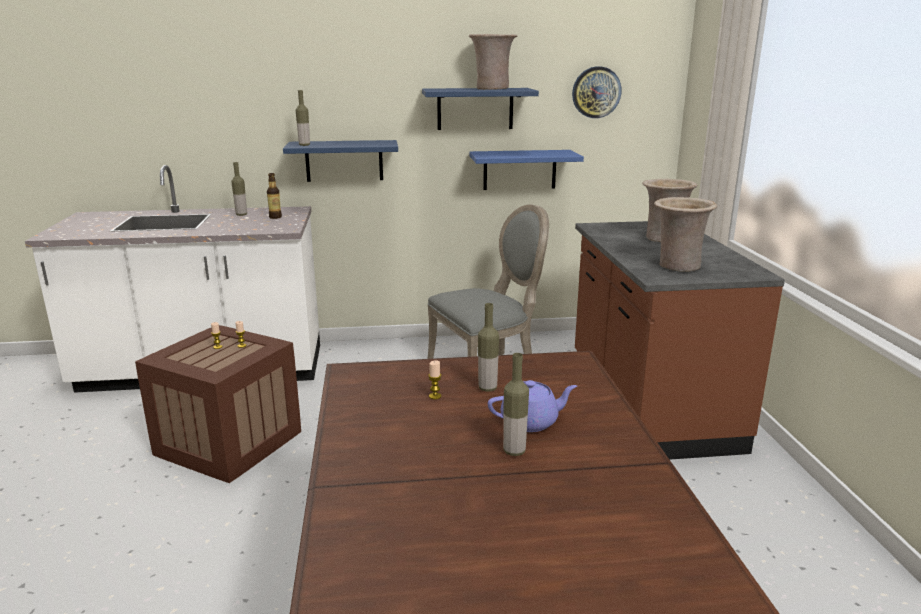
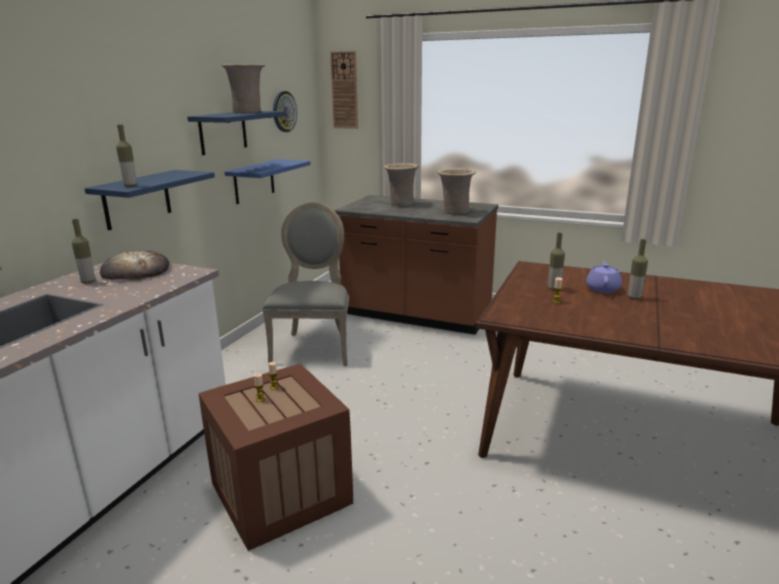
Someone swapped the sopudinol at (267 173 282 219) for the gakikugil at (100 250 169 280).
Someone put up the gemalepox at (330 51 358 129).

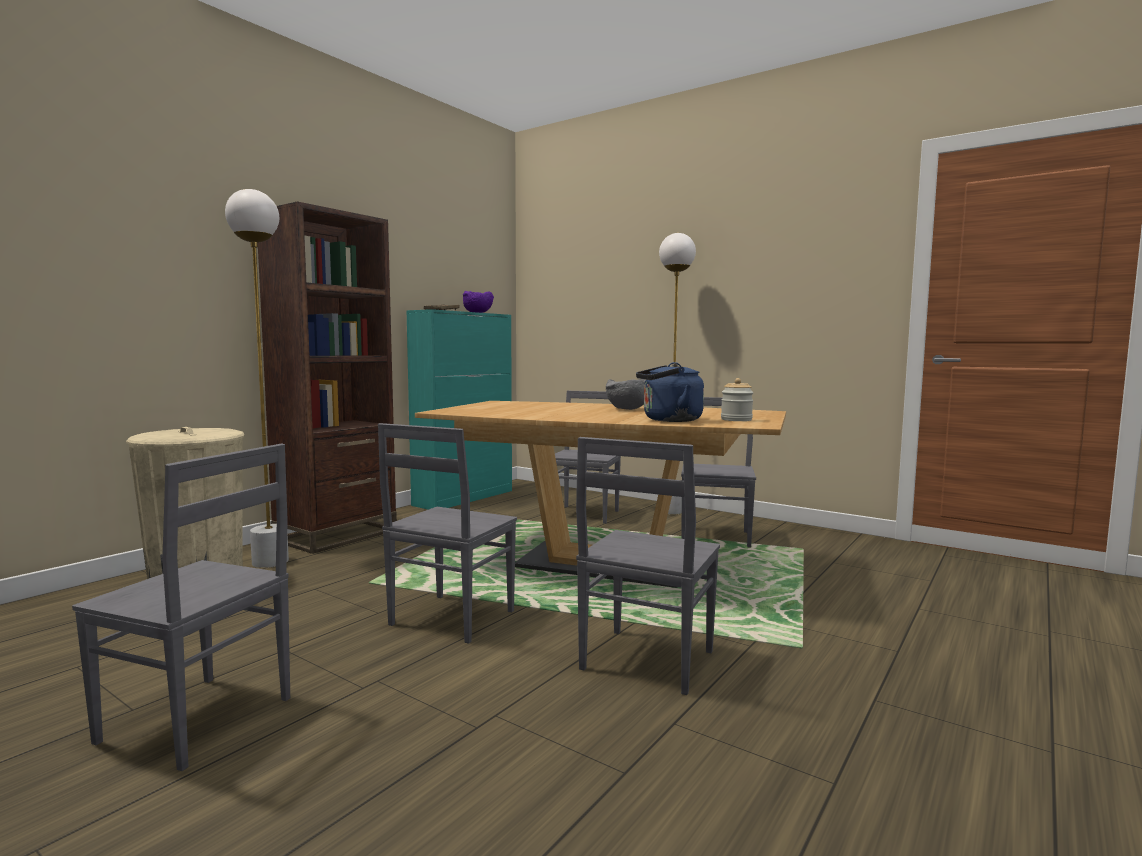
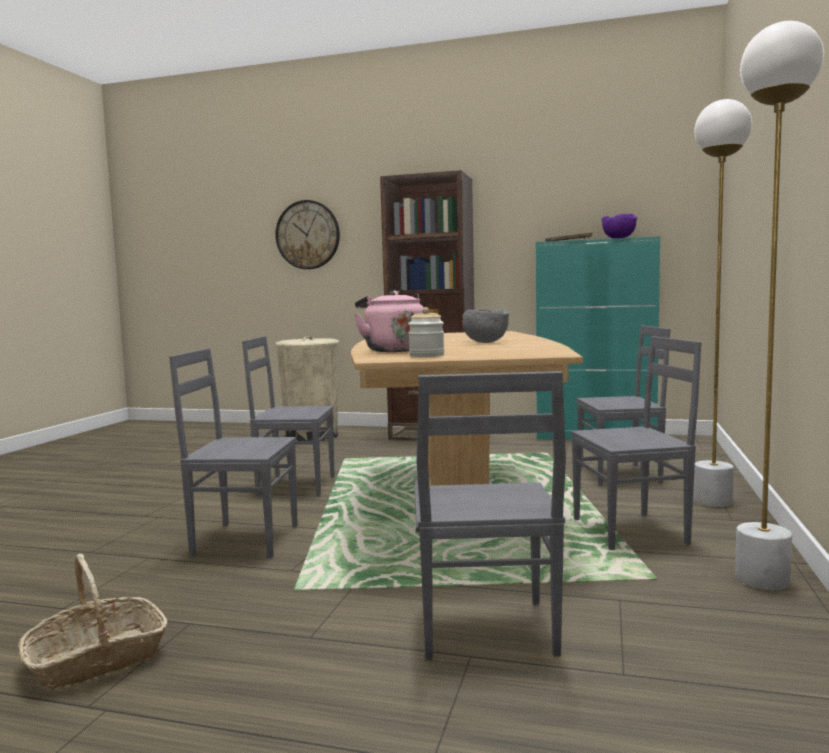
Someone put down the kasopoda at (18 554 168 690).
Someone put up the gemalepox at (275 200 340 269).
Someone repainted the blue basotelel at (636 362 704 422), which became the pink basotelel at (354 290 424 352).
Someone carried the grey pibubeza from (72 444 290 771) to (416 371 566 660).
Someone carried the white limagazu from (225 189 289 568) to (735 21 824 591).

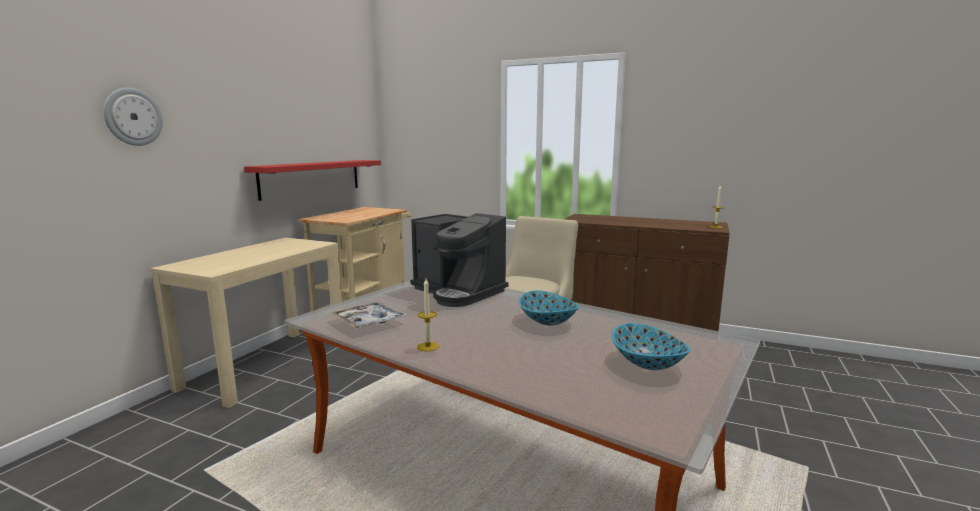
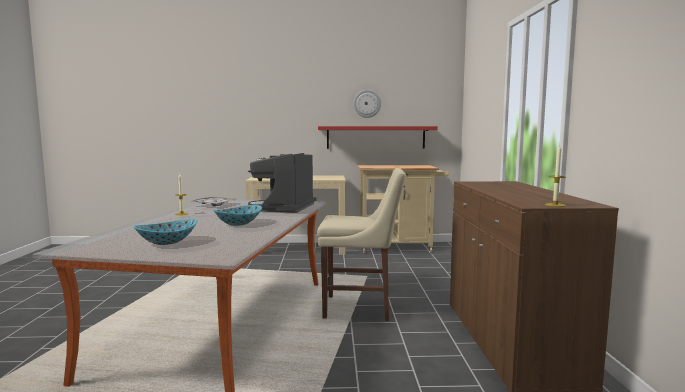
Someone carried the gemalepox from (103 88 163 146) to (353 89 381 118).

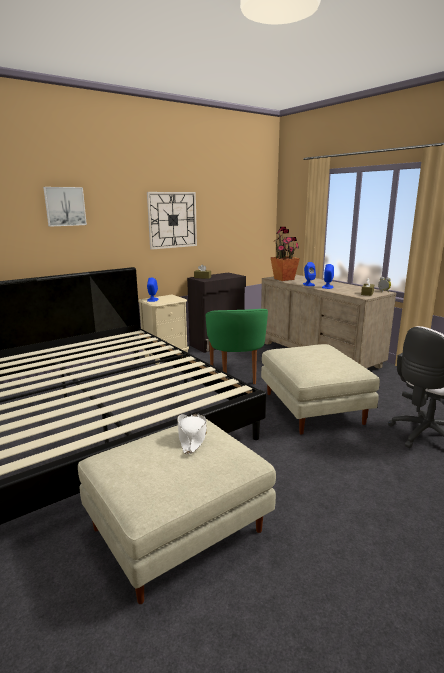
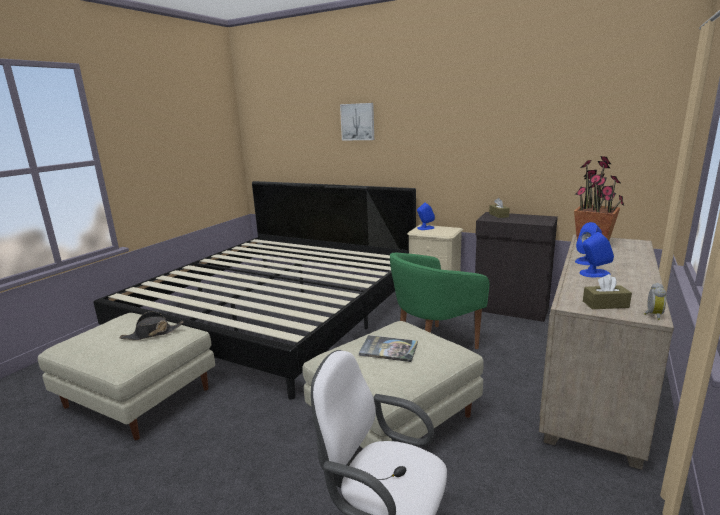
Someone repainted the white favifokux at (177 414 207 454), which became the black favifokux at (120 311 183 340).
Someone put down the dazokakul at (359 335 418 362).
Someone took away the gemalepox at (147 192 197 250).

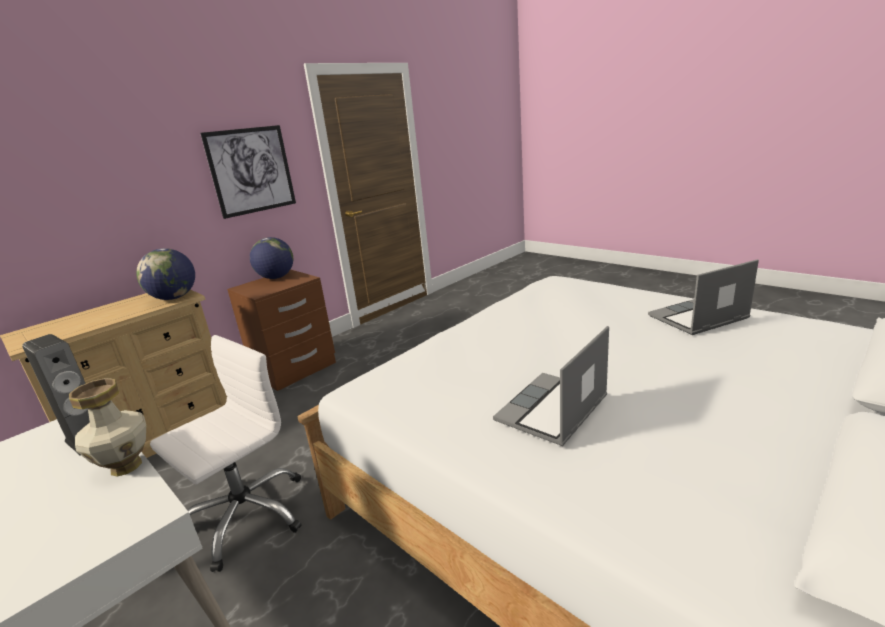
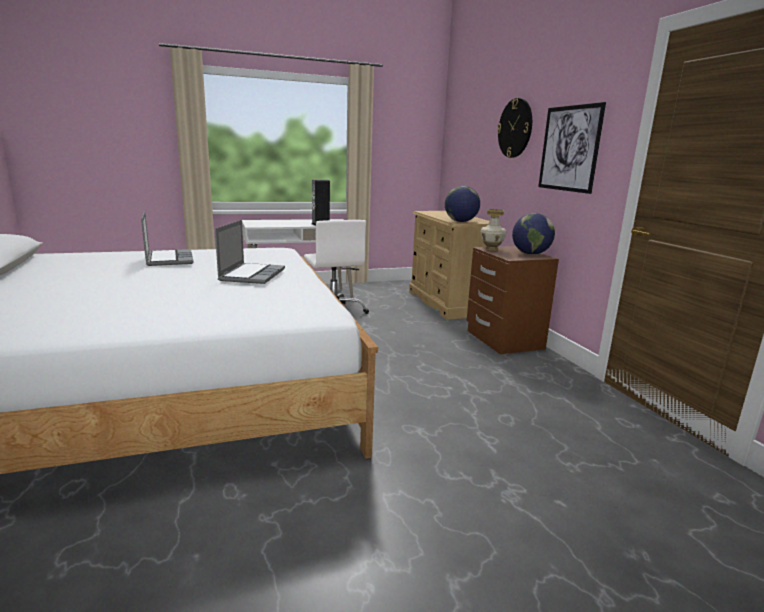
Someone carried the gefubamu from (648 259 759 335) to (215 220 285 284).
Someone carried the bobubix from (69 378 146 477) to (481 209 507 251).
Someone put up the gemalepox at (497 98 532 158).

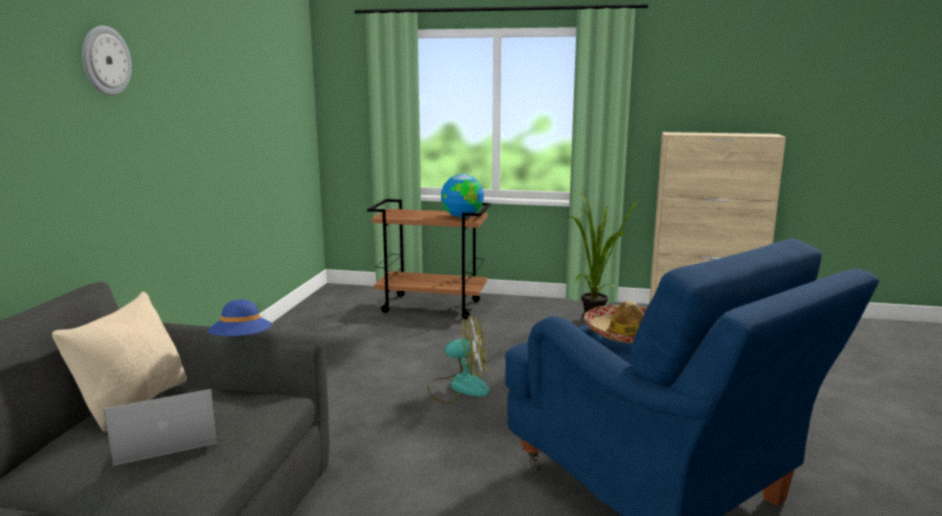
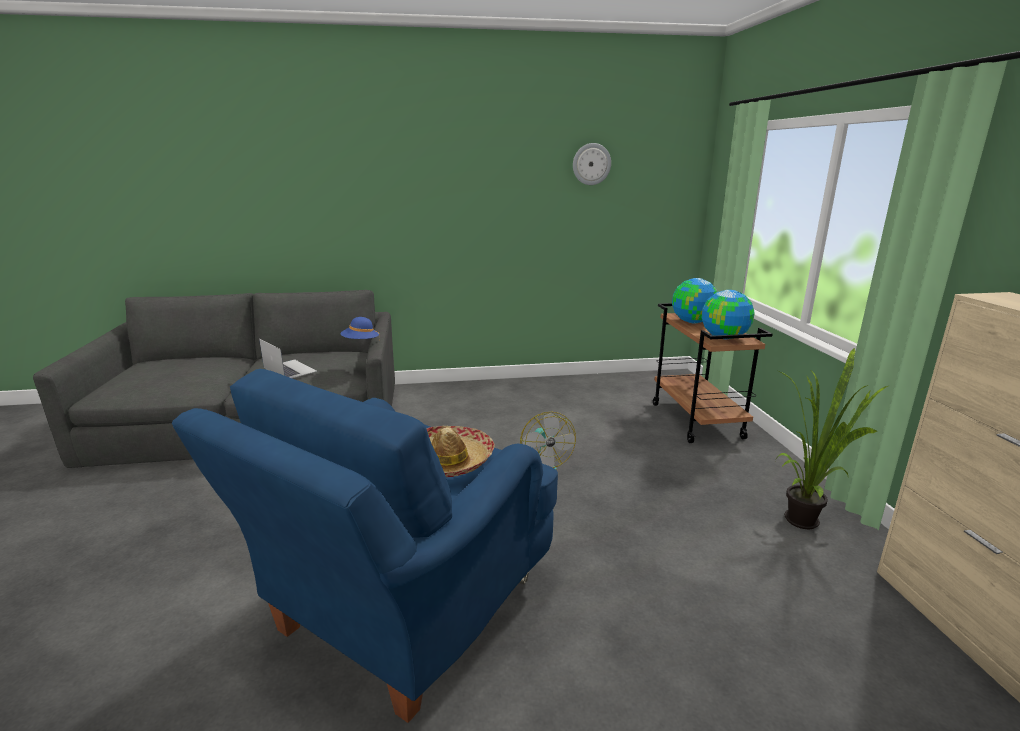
Someone carried the gemalepox from (82 26 132 95) to (573 143 611 185).
Someone put down the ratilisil at (672 278 717 323).
Someone took away the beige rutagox at (52 291 187 432).

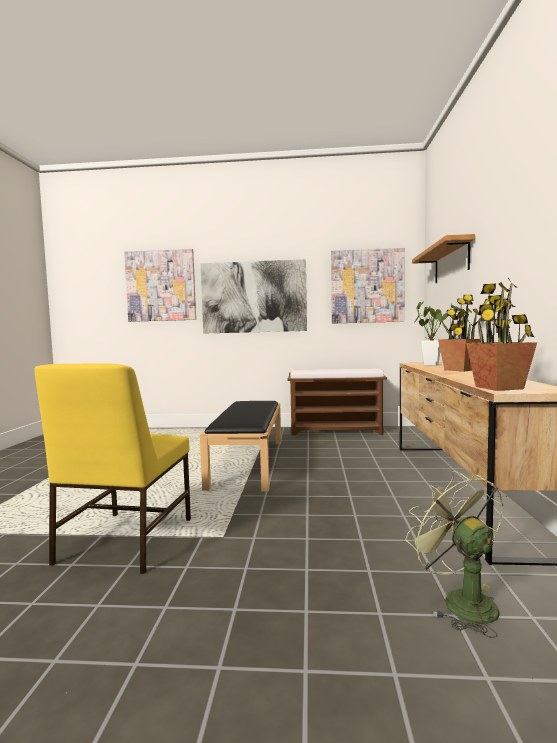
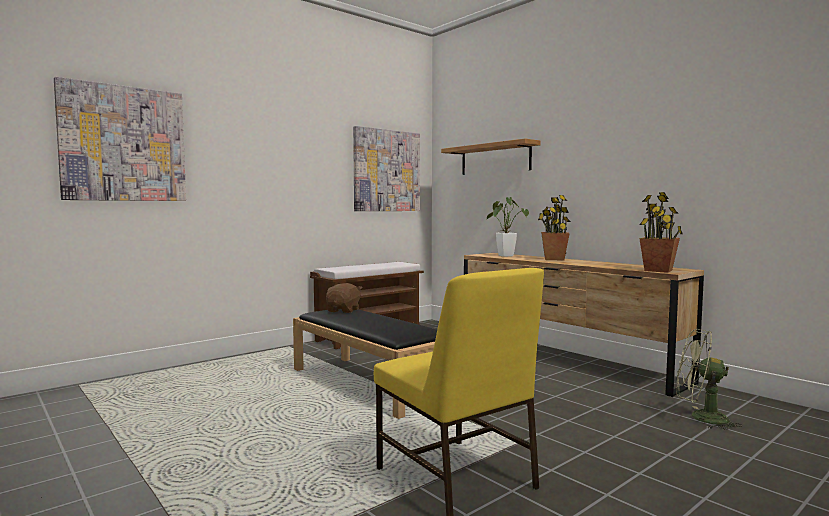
Someone put down the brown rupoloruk at (326 283 362 313).
Someone took away the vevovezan at (200 259 307 334).

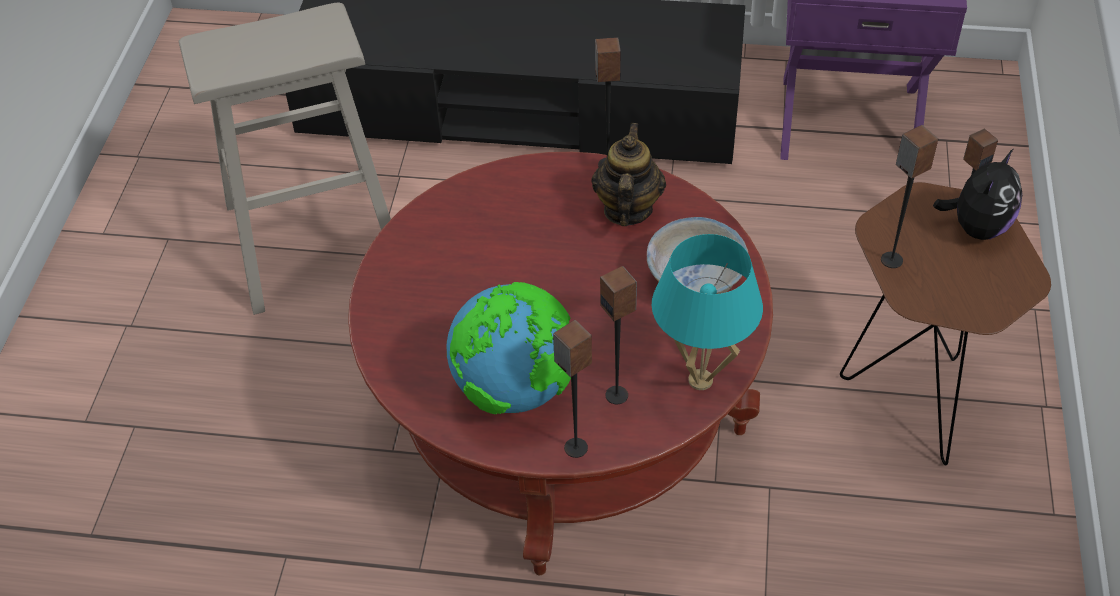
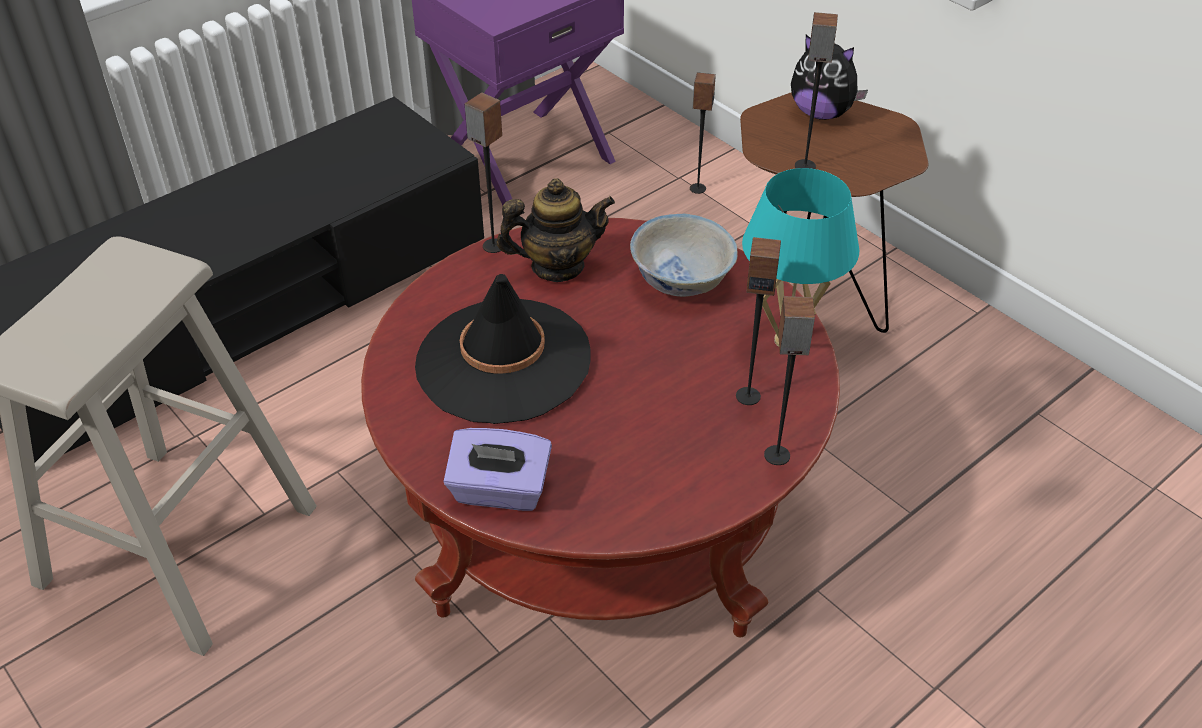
Someone put down the black favifokux at (415 274 591 424).
Someone put down the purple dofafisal at (443 428 552 511).
Someone rotated the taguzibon at (591 123 666 226) by 120 degrees clockwise.
Someone rotated the rupoloruk at (933 149 1023 240) by 135 degrees clockwise.
Someone took away the ratilisil at (447 282 571 414).

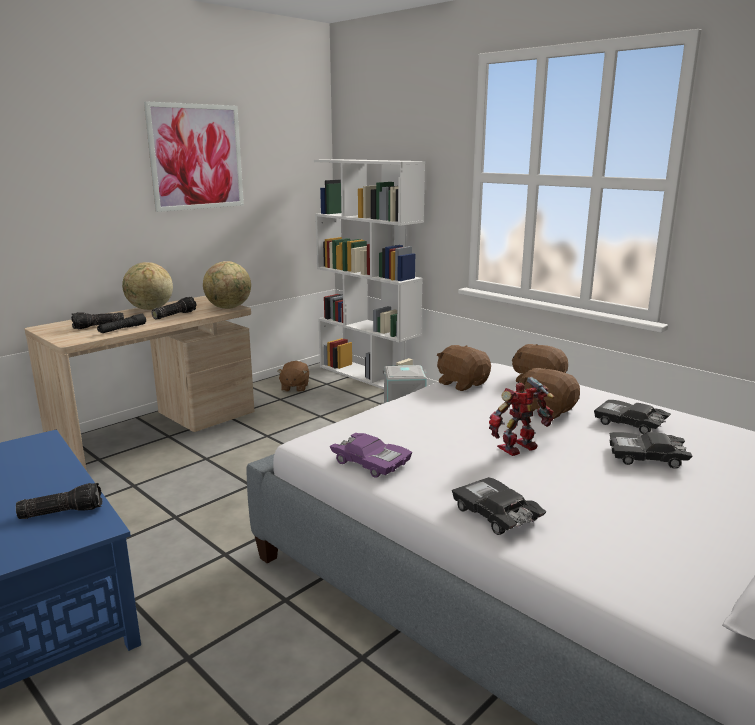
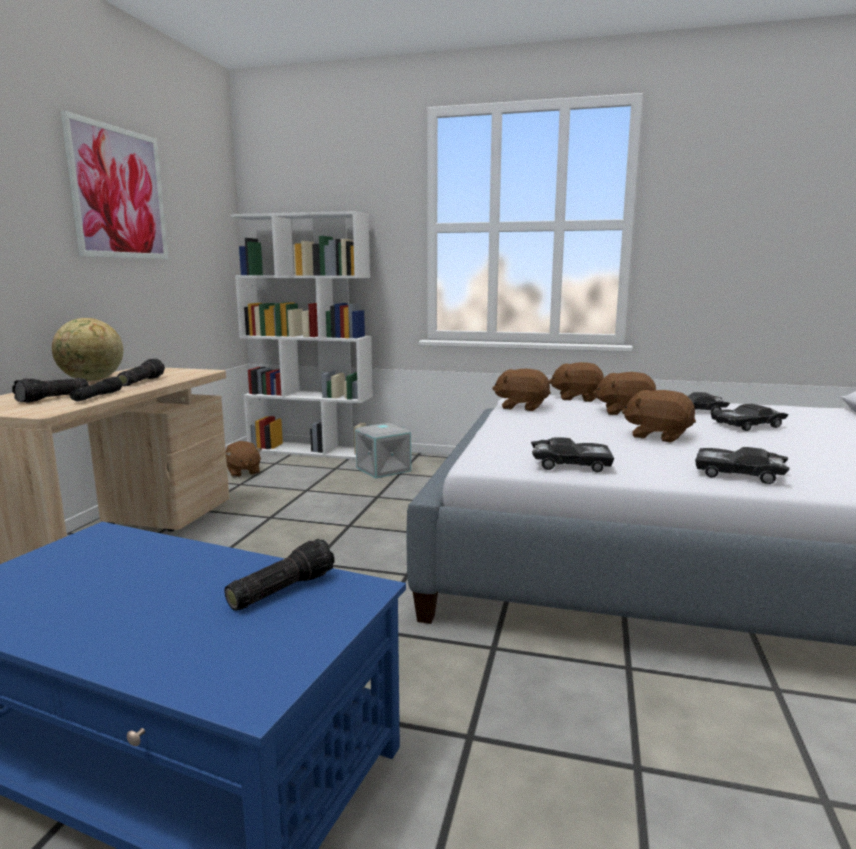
Someone repainted the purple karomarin at (330 433 412 478), which became the black karomarin at (531 437 614 473).
Someone swapped the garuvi at (489 377 554 456) for the brown rupoloruk at (622 390 696 442).
Someone took away the ratilisil at (203 261 251 309).

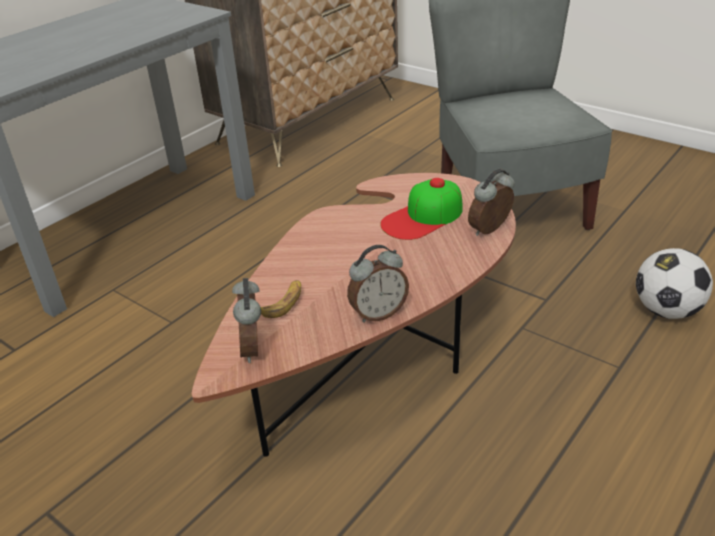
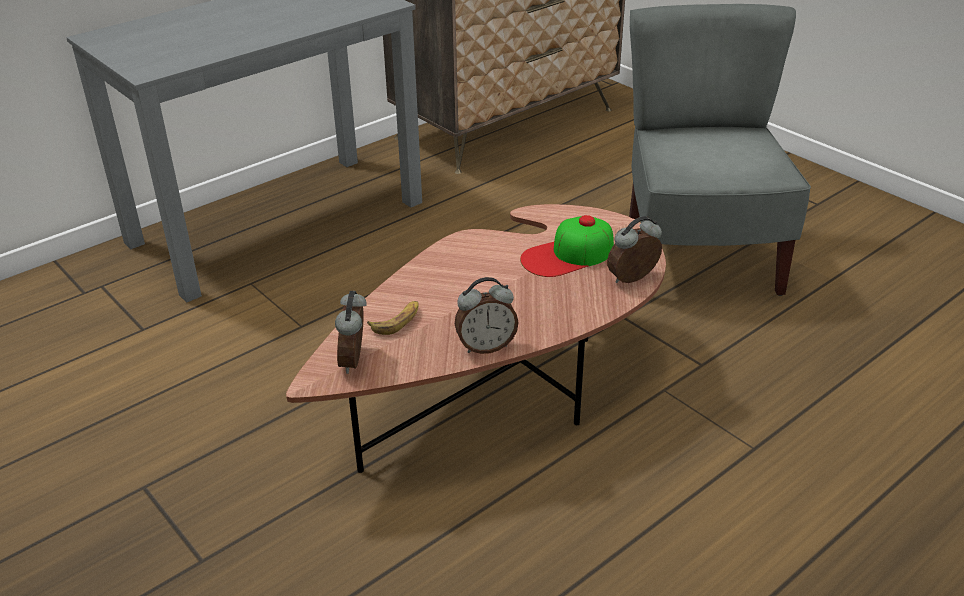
Someone took away the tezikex at (636 248 713 319).

